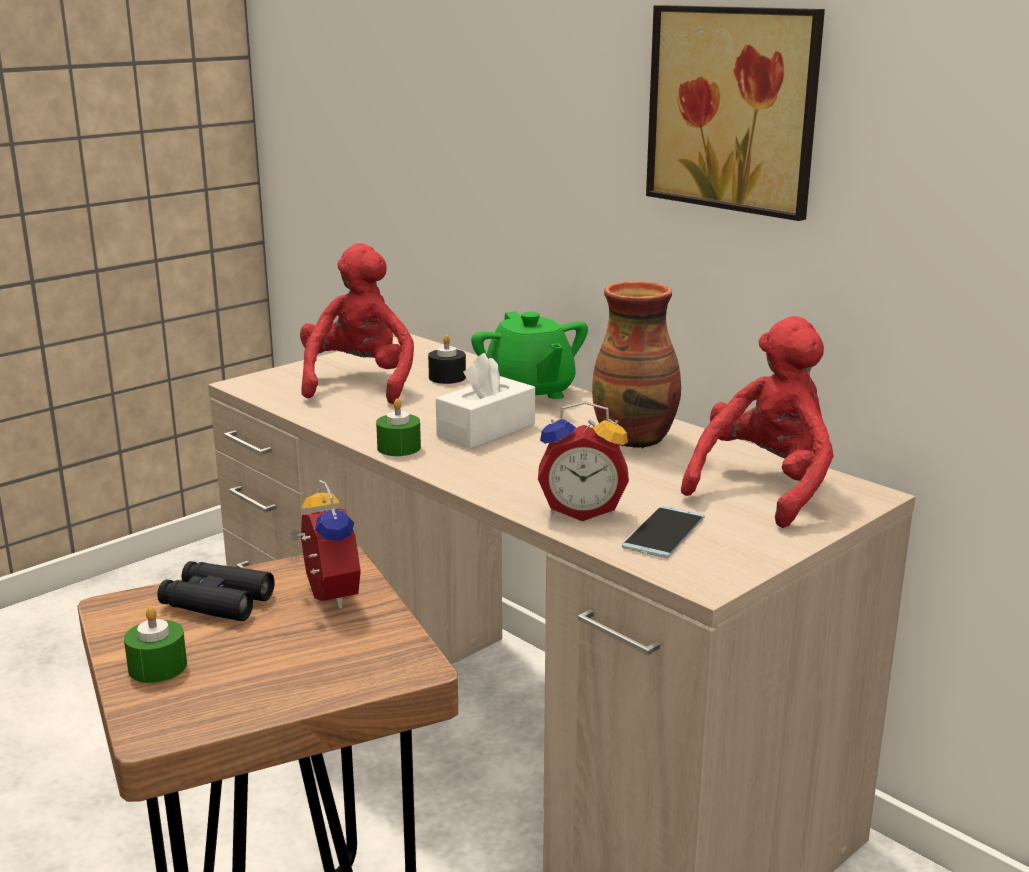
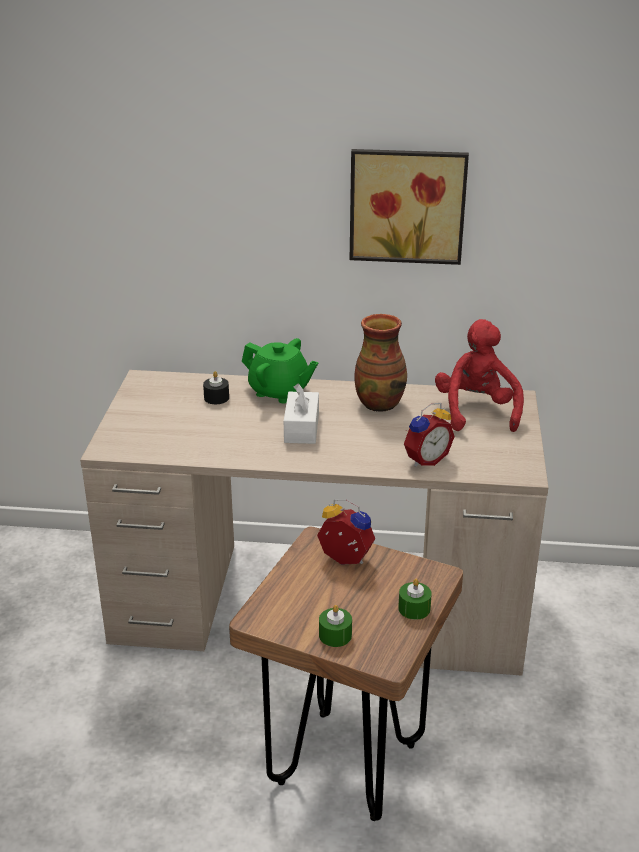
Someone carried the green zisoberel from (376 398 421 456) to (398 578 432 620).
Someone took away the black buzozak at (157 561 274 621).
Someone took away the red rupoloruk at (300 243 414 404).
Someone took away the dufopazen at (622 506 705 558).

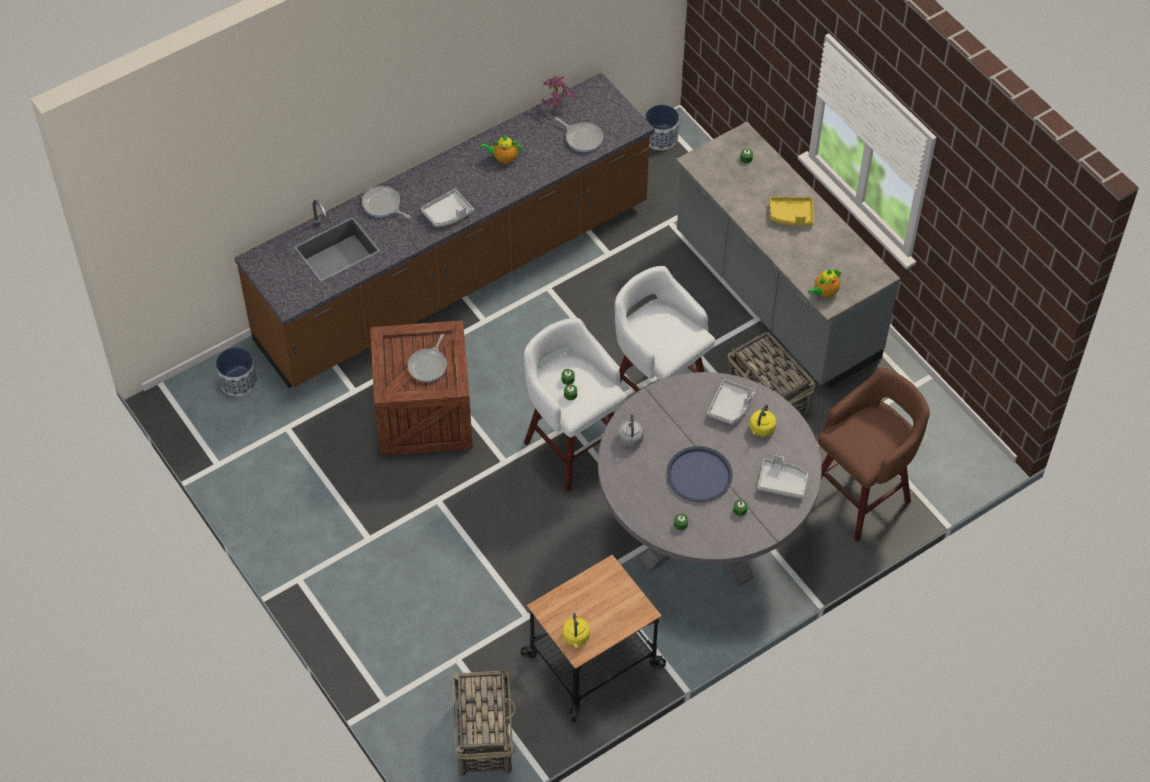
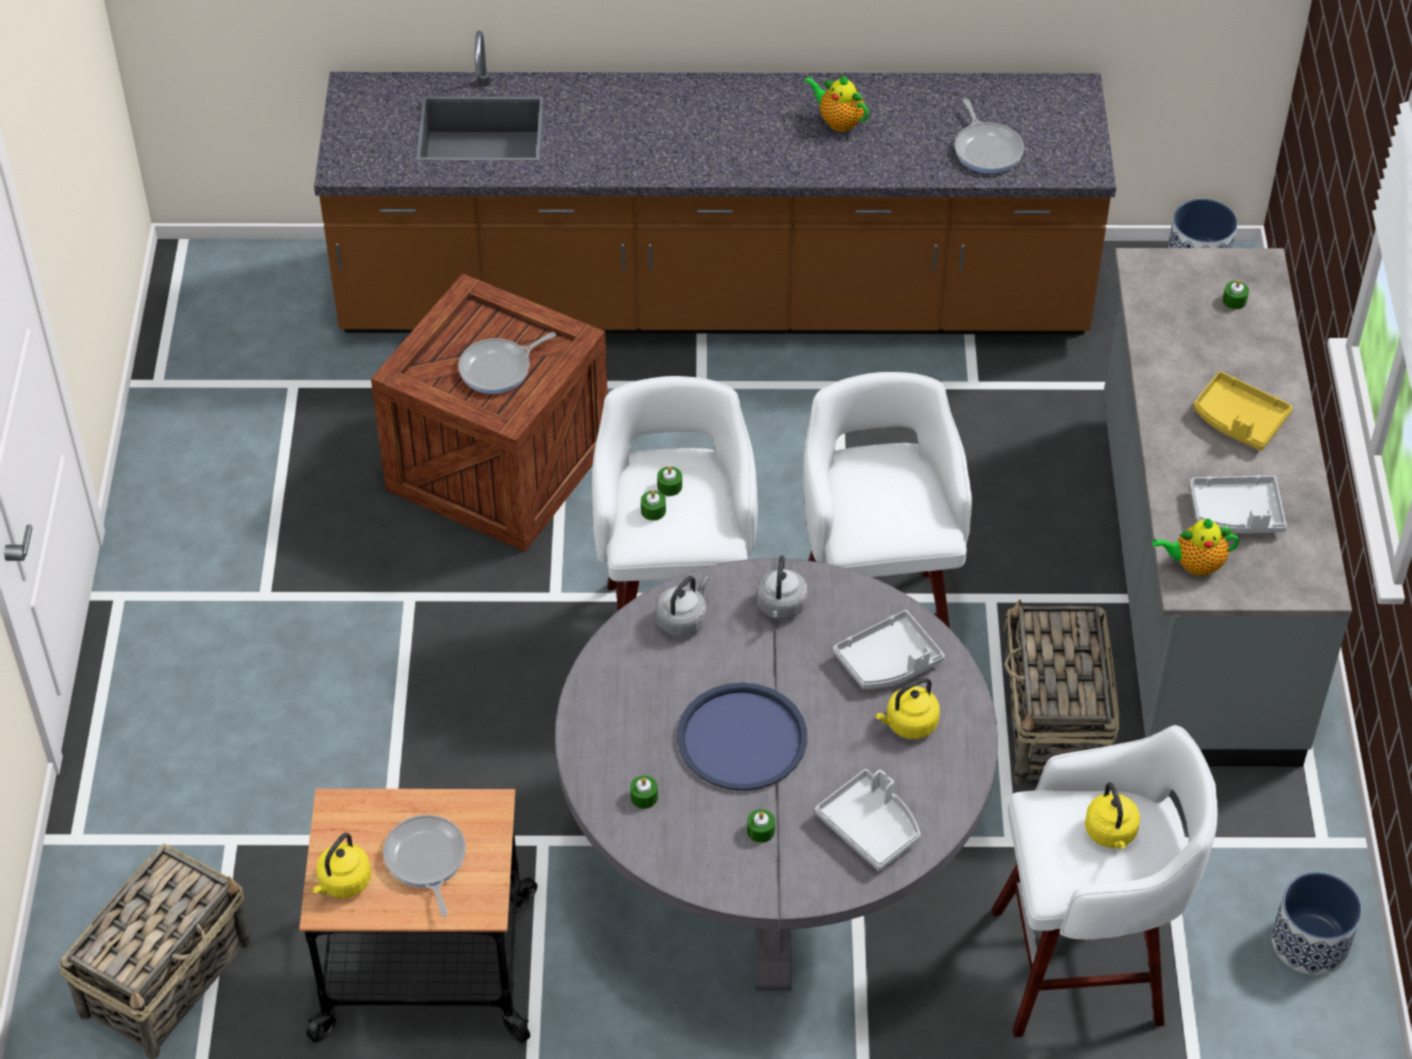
Someone carried the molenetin from (362 186 411 219) to (383 815 466 917).
Someone put down the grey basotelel at (757 556 808 619).
Someone repainted the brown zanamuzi at (817 368 930 542), which became the white zanamuzi at (991 725 1217 1037).
Someone put down the yellow basotelel at (1085 782 1140 849).
Someone carried the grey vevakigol from (421 189 474 227) to (1190 475 1287 533).
Someone carried the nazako from (215 347 257 396) to (1272 872 1362 975).
Someone took away the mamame at (541 76 576 109).

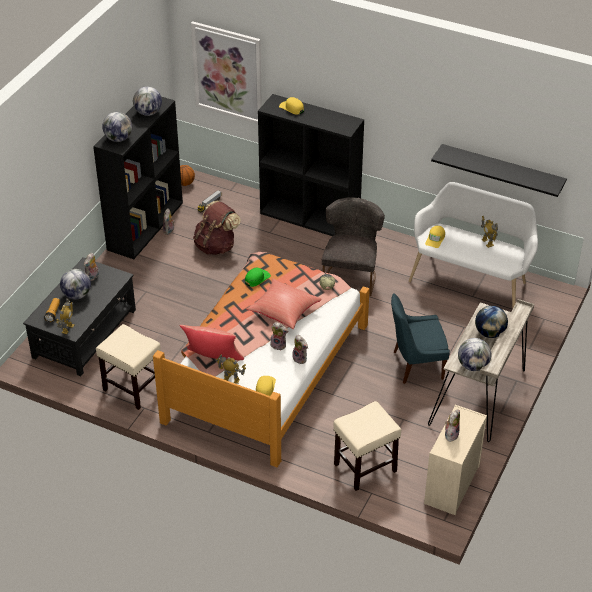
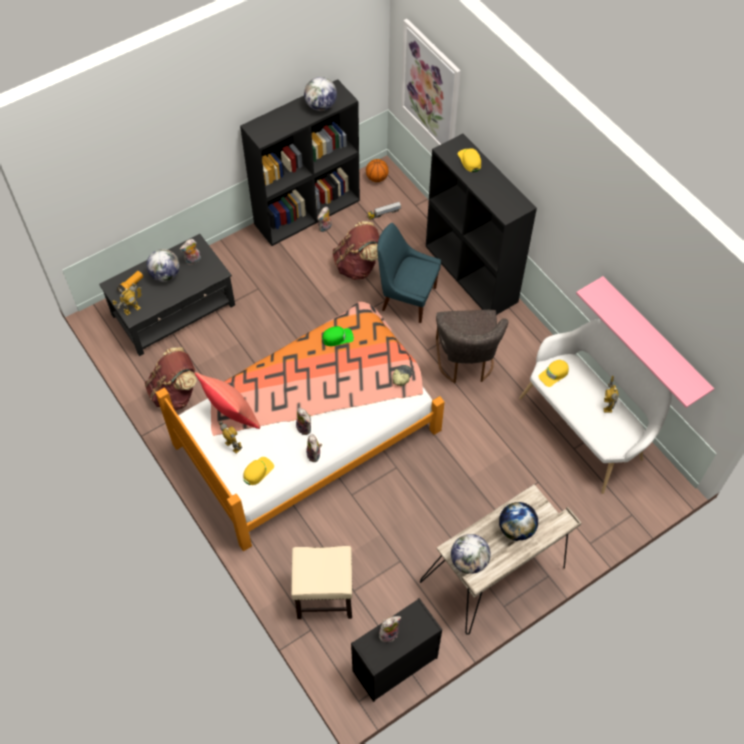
Someone swapped the beige zanamuzi at (96 324 161 410) for the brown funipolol at (145 347 197 411).
Someone repainted the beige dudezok at (424 405 487 515), which became the black dudezok at (351 598 442 702).
Someone carried the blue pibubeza from (391 293 450 384) to (377 223 441 323).
Someone rotated the grey pibubeza at (322 198 385 296) by 135 degrees clockwise.
Someone repainted the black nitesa at (431 144 567 197), which became the pink nitesa at (576 276 714 408).
Someone took away the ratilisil at (102 112 132 142).
Someone took away the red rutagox at (246 279 322 329).

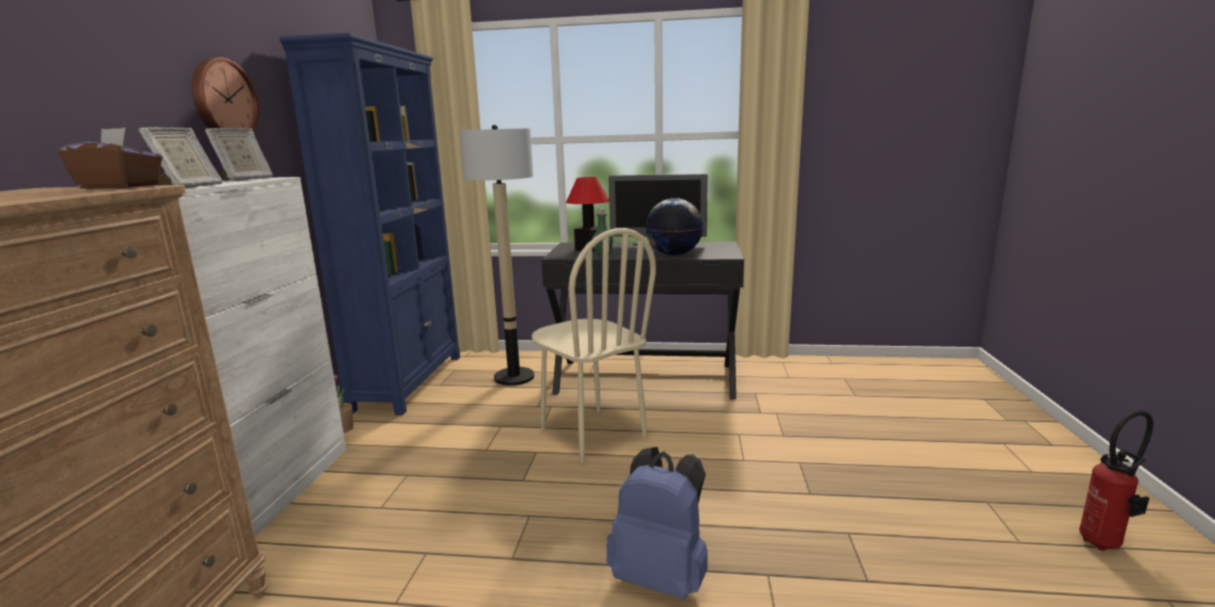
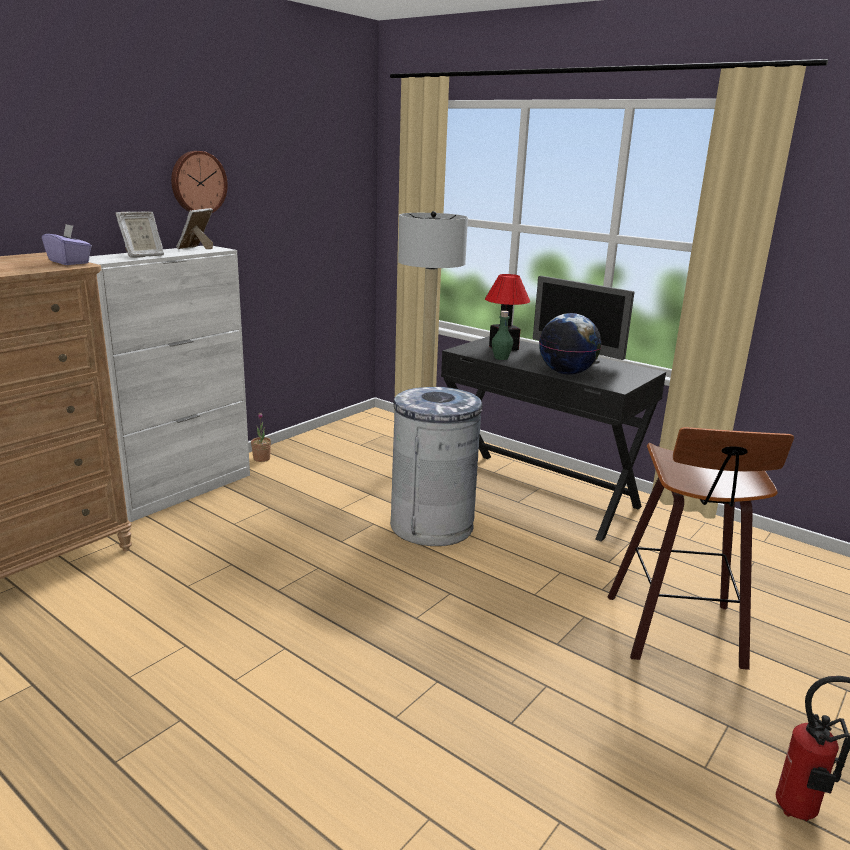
Someone repainted the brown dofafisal at (58 127 163 189), which became the purple dofafisal at (42 224 92 265).
Someone rotated the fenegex at (205 128 273 181) by 135 degrees clockwise.
Someone swapped the beige pibubeza at (532 228 656 463) for the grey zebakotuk at (390 387 482 546).
Someone put down the zanamuzi at (608 427 794 670).
Someone took away the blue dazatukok at (279 33 460 415).
Someone took away the blue funipolol at (607 447 708 599).

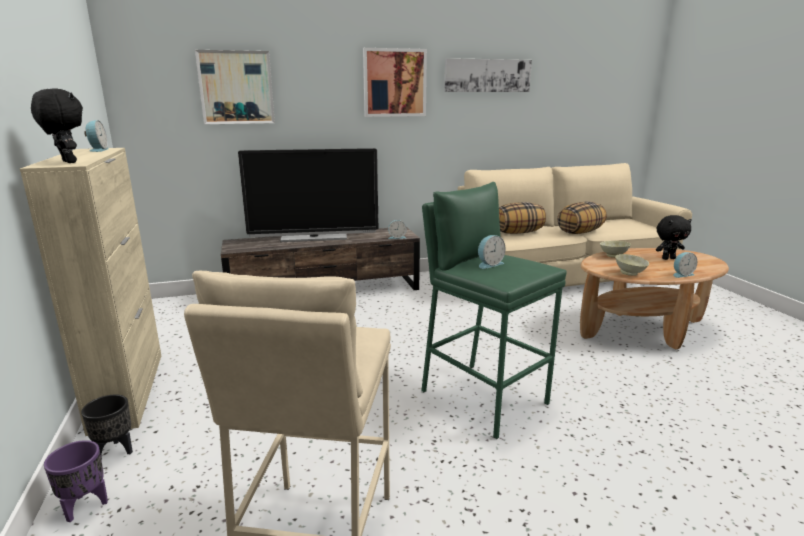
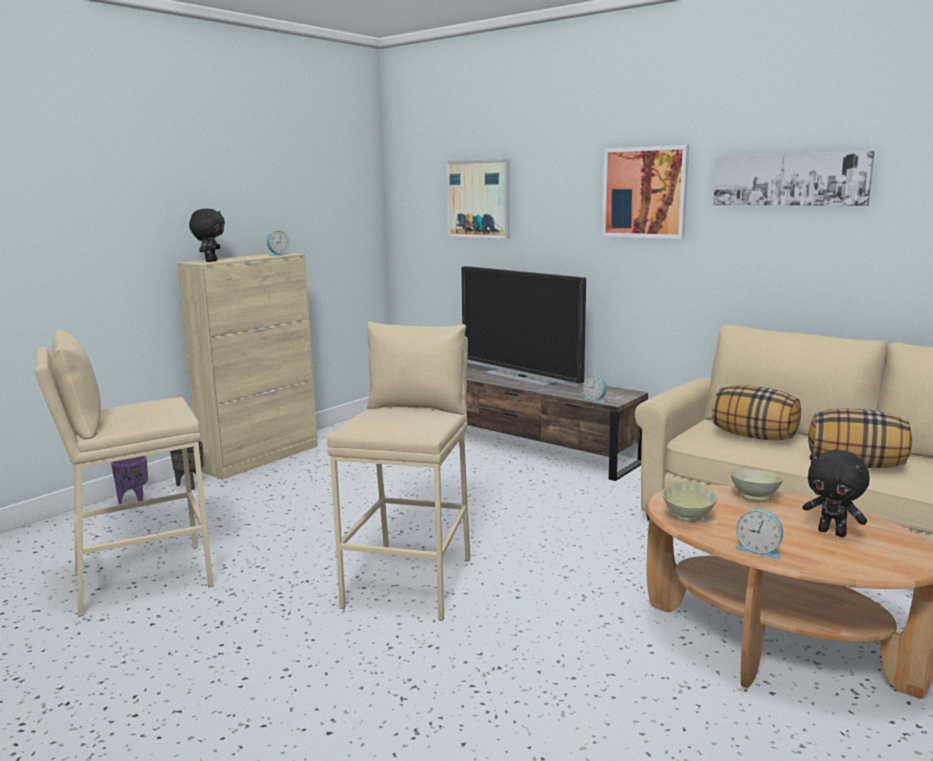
Someone repainted the green zanamuzi at (421 182 566 439), which became the beige zanamuzi at (327 322 470 621).
Someone took away the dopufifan at (478 235 505 269).

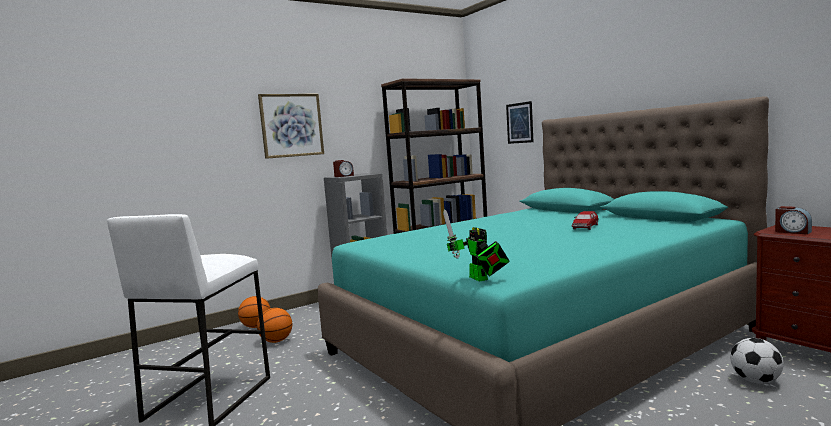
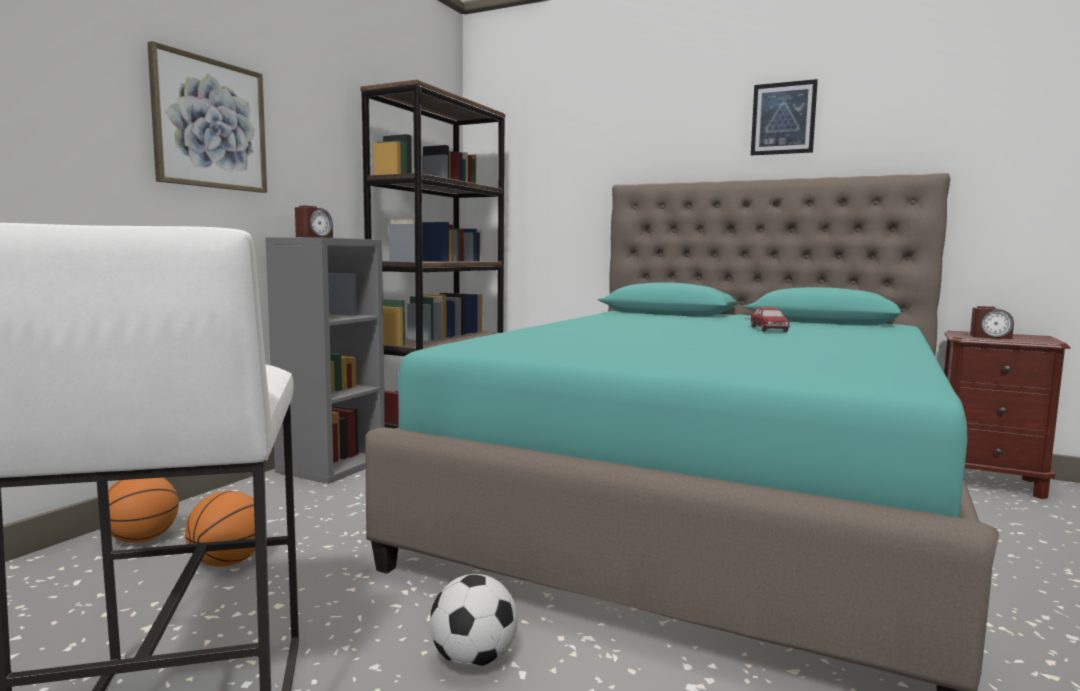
Someone carried the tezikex from (730 338 784 384) to (430 574 518 668).
Someone carried the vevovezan from (506 101 533 144) to (751 79 818 155).
Someone took away the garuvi at (443 209 509 282).

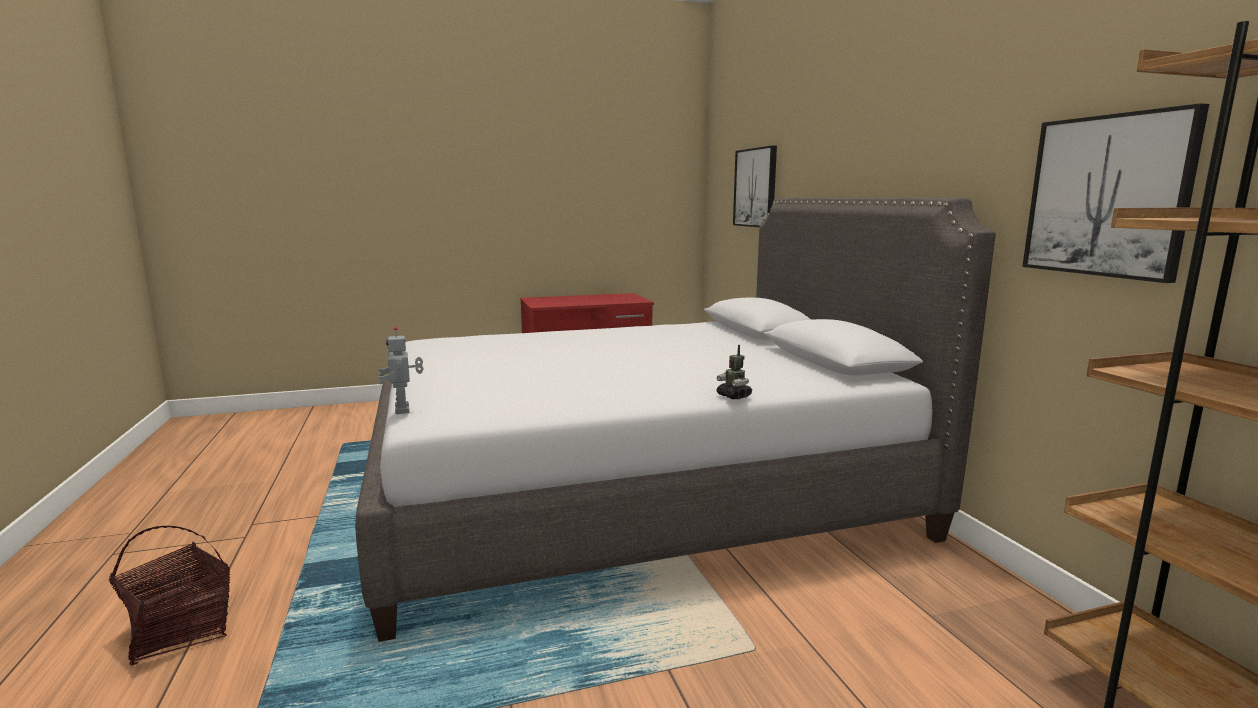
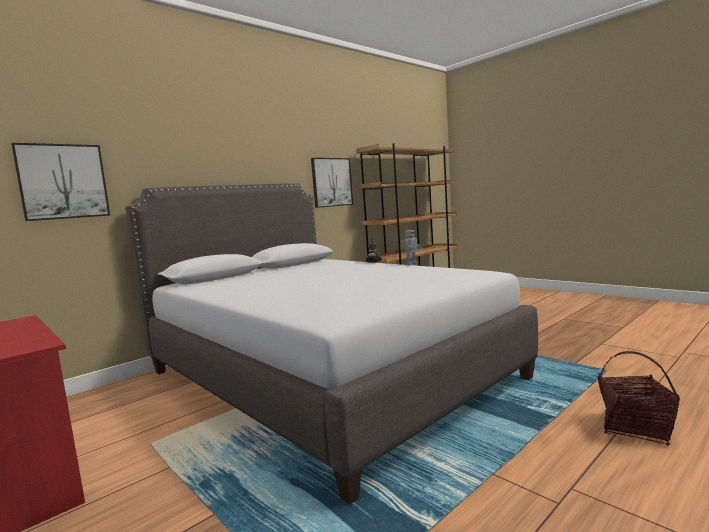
Someone carried the garuvi from (378 327 424 414) to (402 226 423 265).

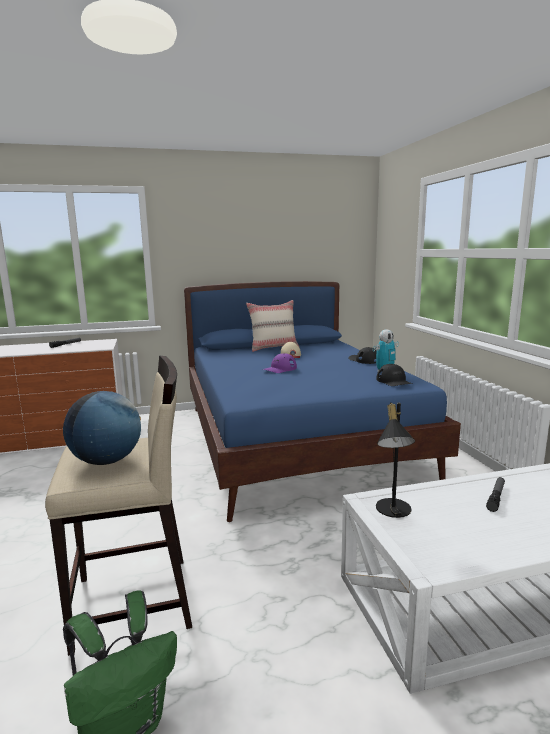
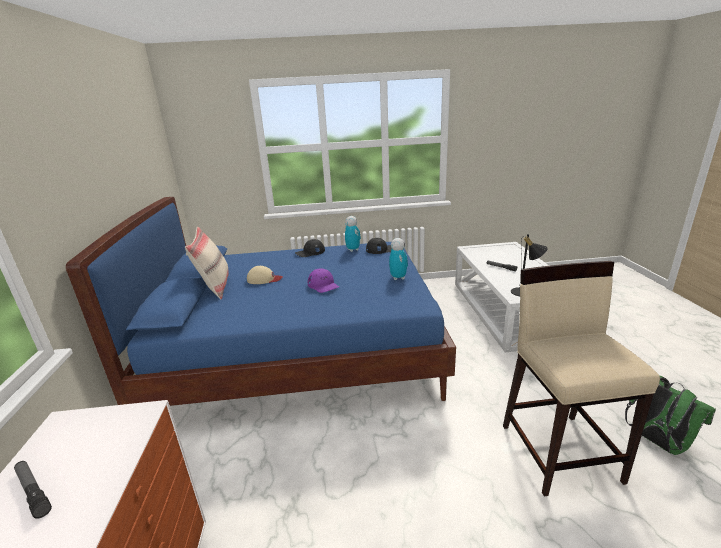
Someone put down the garuvi at (389 238 408 280).
Someone took away the ratilisil at (63 391 141 465).

